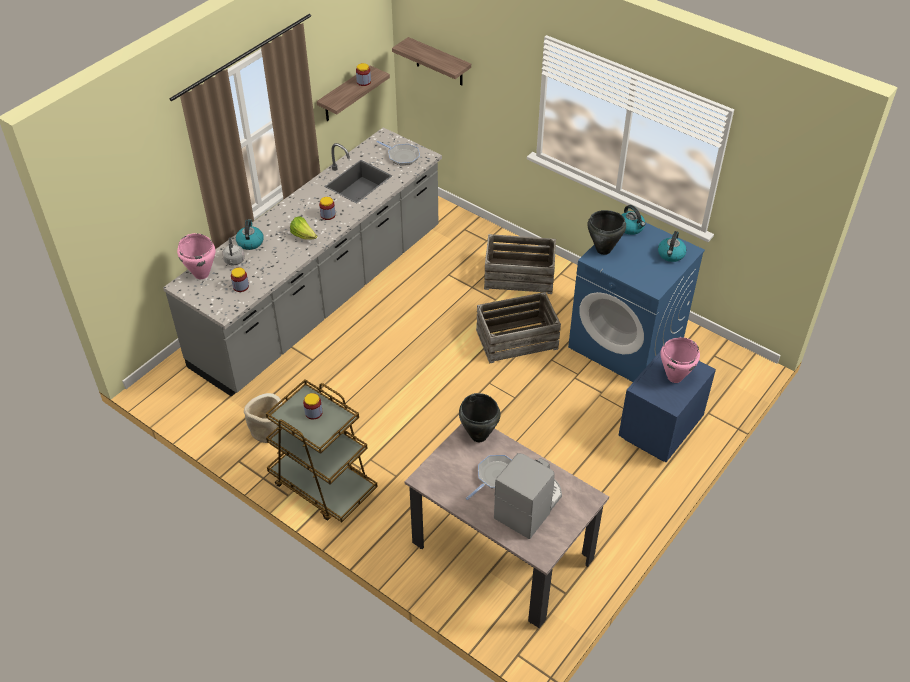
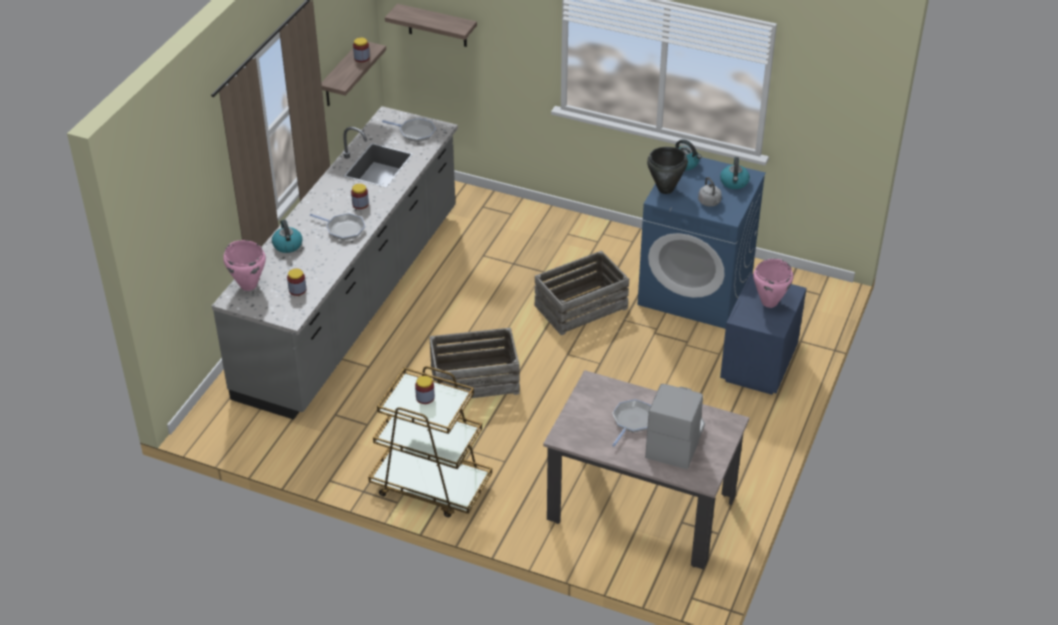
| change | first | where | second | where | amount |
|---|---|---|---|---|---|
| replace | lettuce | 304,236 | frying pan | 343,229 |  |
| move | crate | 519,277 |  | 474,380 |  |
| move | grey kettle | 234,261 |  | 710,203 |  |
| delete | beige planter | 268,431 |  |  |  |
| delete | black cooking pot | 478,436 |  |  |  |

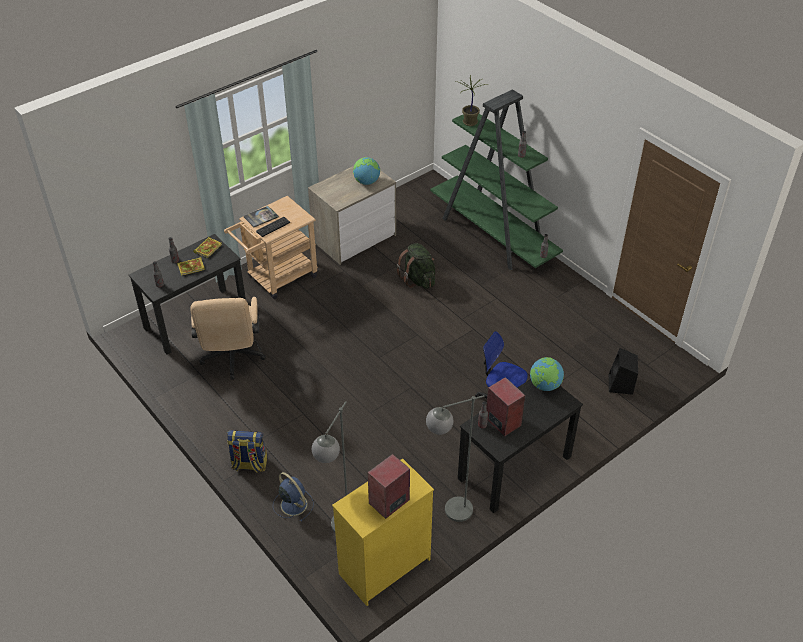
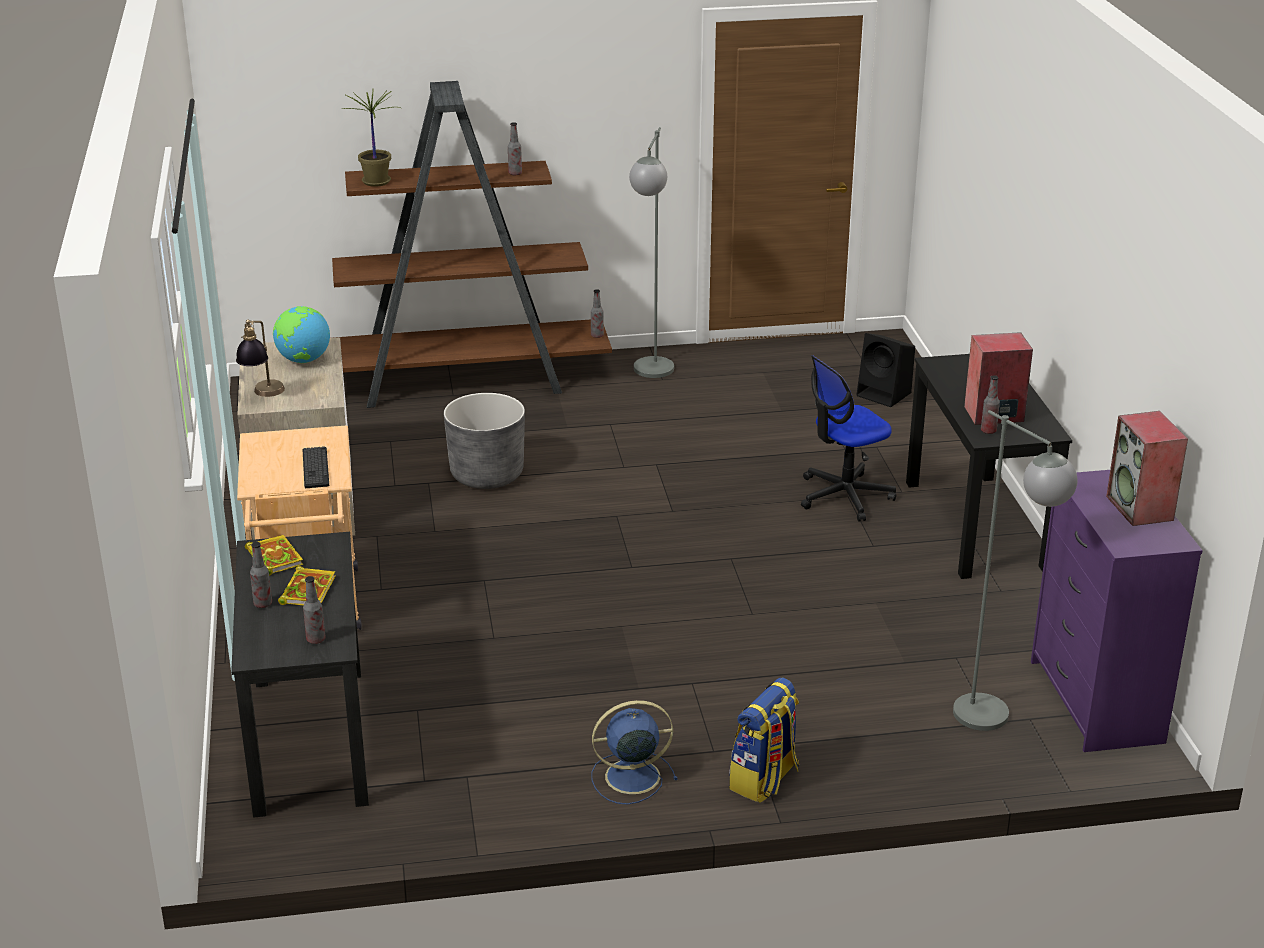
| change | first | where | second | where | amount |
|---|---|---|---|---|---|
| insert |  |  | table lamp | 263,395 |  |
| recolor | green bookcase | 493,235 | brown bookcase | 465,381 |  |
| replace | green backpack | 418,279 | grey planter | 487,474 |  |
| move | blue fan | 293,504 |  | 630,777 |  |
| move | grey floor lamp | 449,513 |  | 651,375 |  |
| recolor | yellow dresser | 384,566 | purple dresser | 1095,701 |  |
| delete | beige office chair | 232,359 |  |  |  |
| delete | book | 261,217 |  |  |  |
| delete | globe | 545,385 |  |  |  |

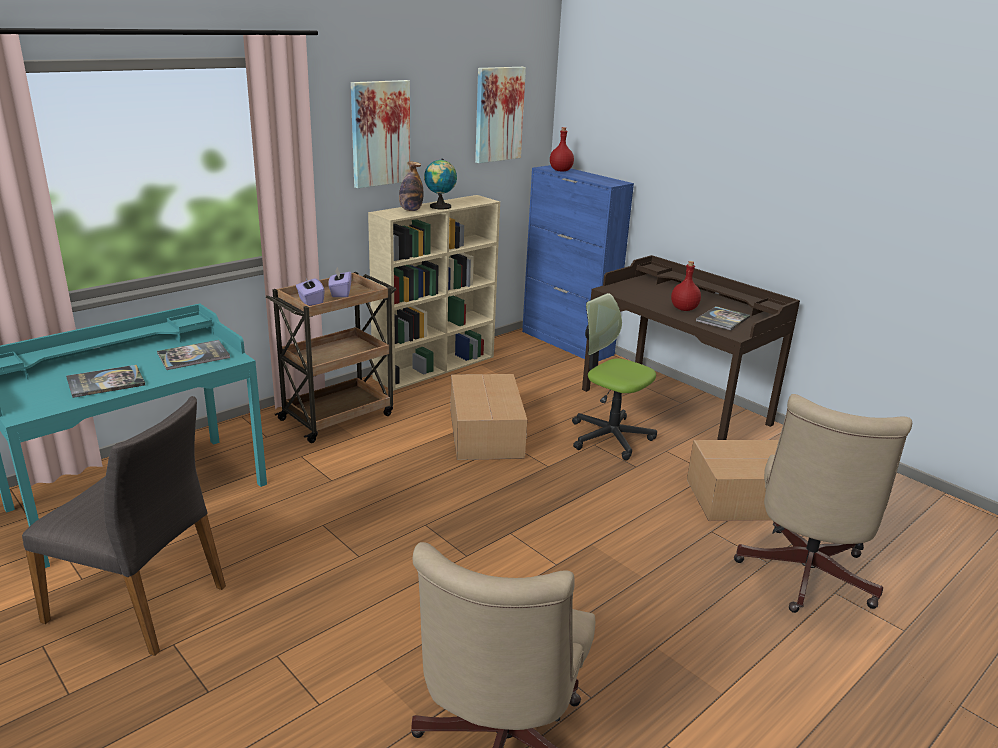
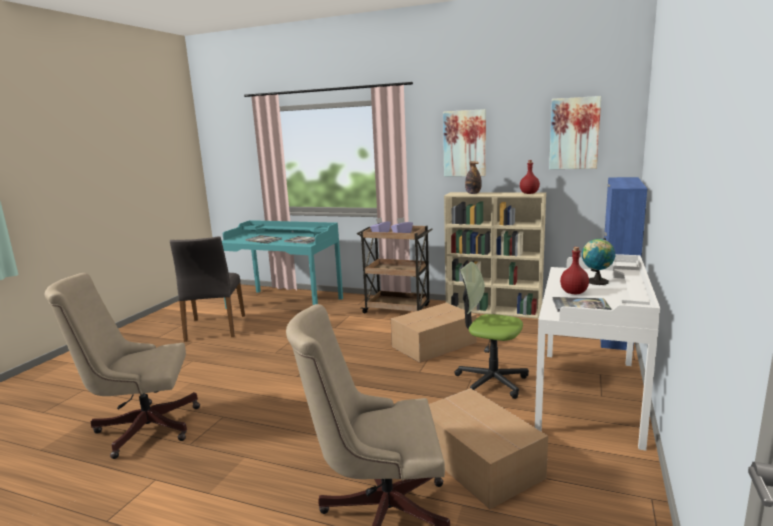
| change | first | where | second | where | amount |
|---|---|---|---|---|---|
| rotate | office chair | 610,437 |  | 491,381 | 75 degrees counterclockwise |
| move | red bottle | 560,170 |  | 529,193 |  |
| recolor | brown desk | 675,406 | white desk | 589,394 |  |
| move | globe | 440,207 |  | 596,282 |  |

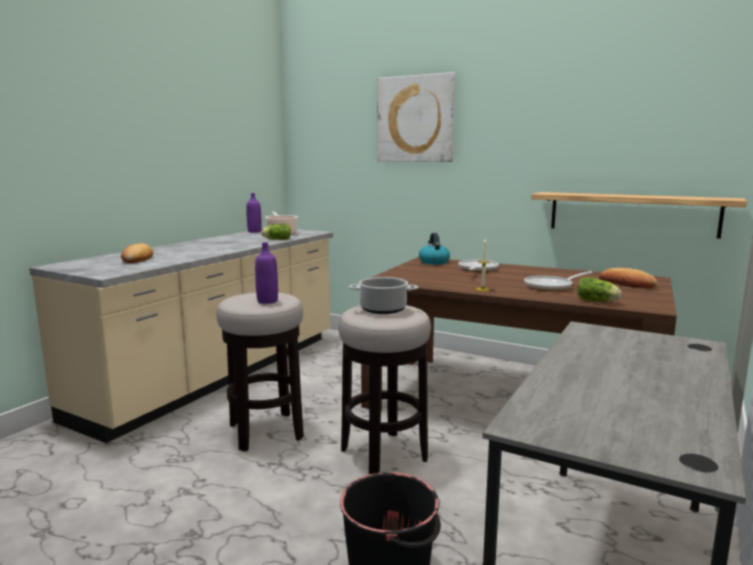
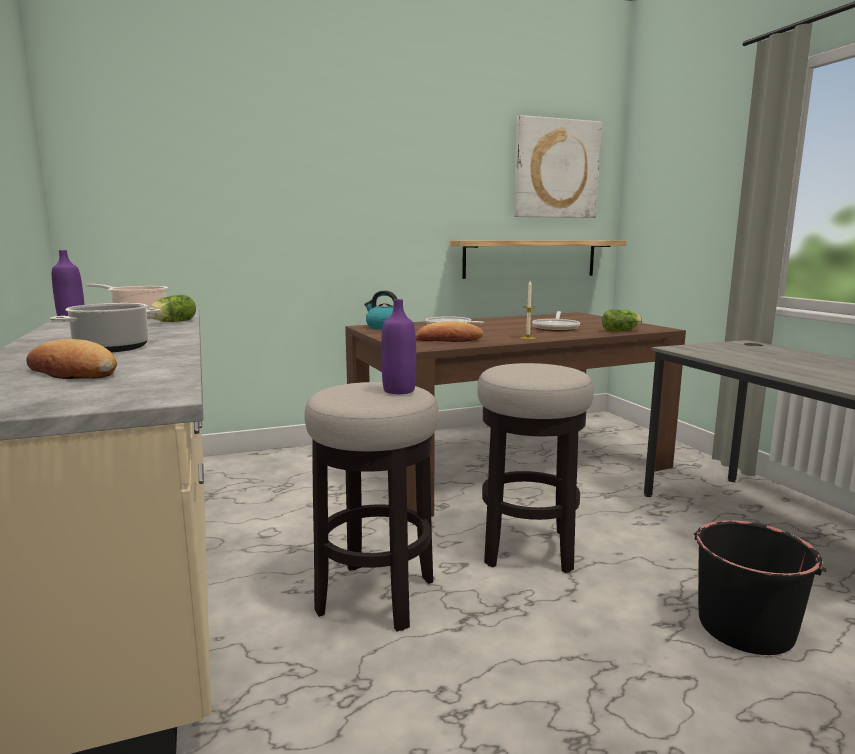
| change | first | where | second | where | amount |
|---|---|---|---|---|---|
| move | cooking pot | 382,309 |  | 111,348 |  |
| move | bread | 626,283 |  | 448,339 |  |
| move | picture | 416,119 |  | 556,169 |  |

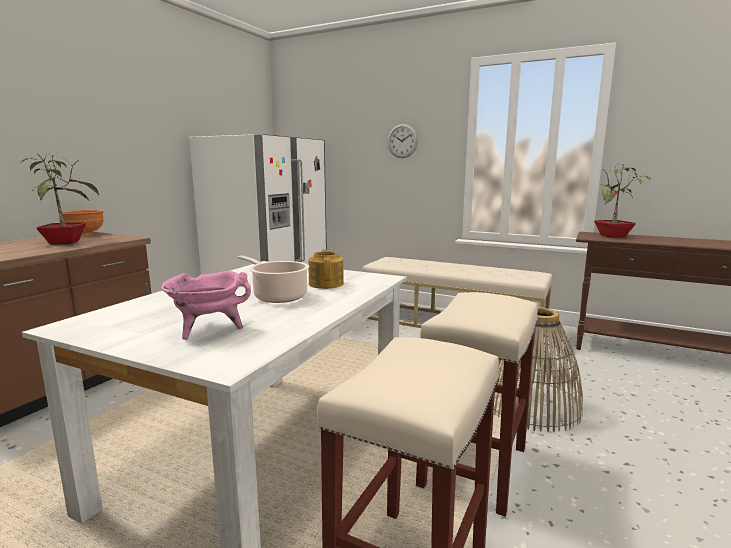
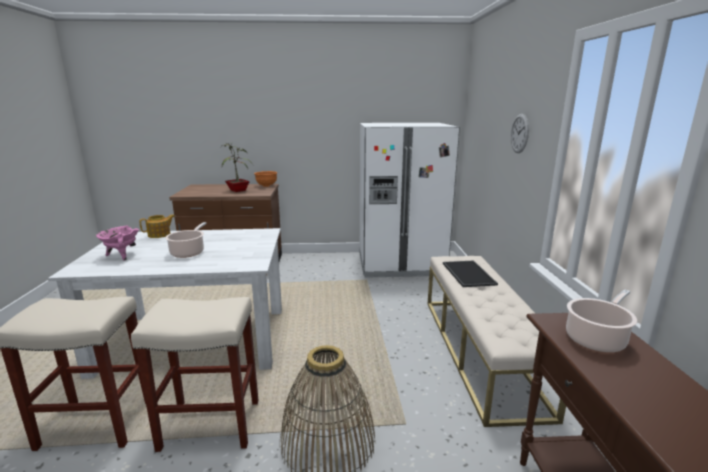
| change | first | where | second | where | amount |
|---|---|---|---|---|---|
| move | teapot | 326,284 |  | 160,234 |  |
| insert |  |  | tray | 467,273 |  |
| replace | potted plant | 613,236 | cooking pot | 596,338 |  |

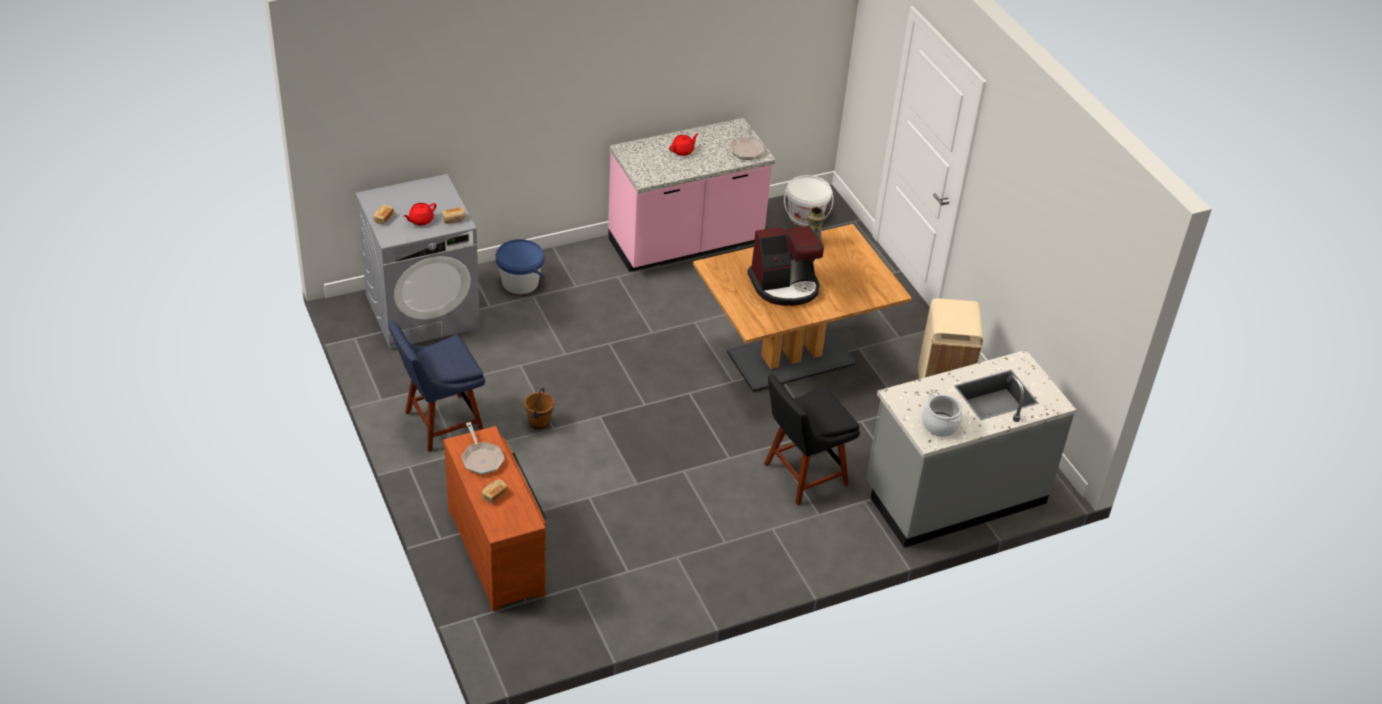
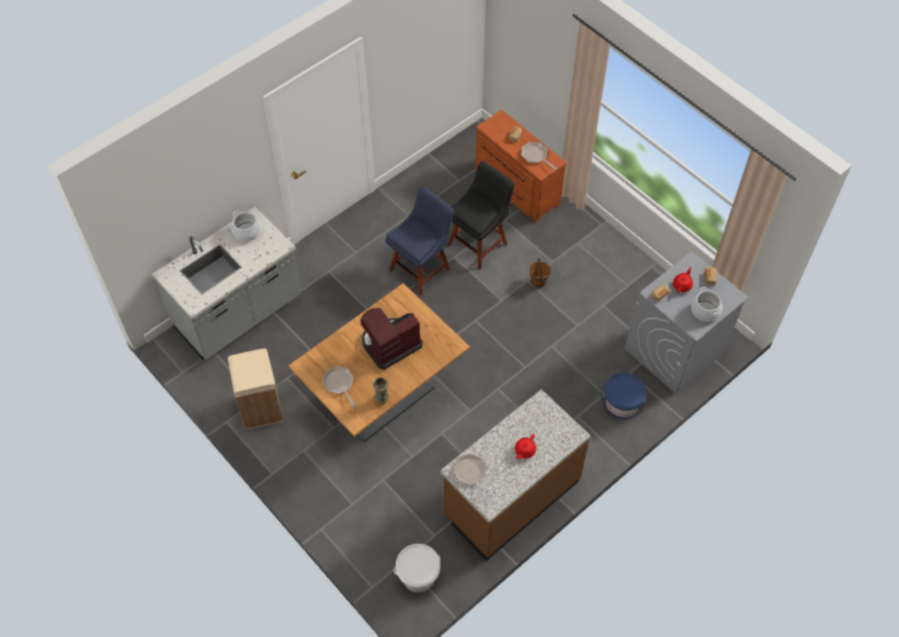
| change | first | where | second | where | amount |
|---|---|---|---|---|---|
| insert |  |  | frying pan | 339,384 |  |
| move | blue chair | 440,424 |  | 421,268 |  |
| recolor | pink counter | 686,244 | brown counter | 511,498 |  |
| move | black chair | 802,475 |  | 479,242 |  |
| insert |  |  | cooking pot | 705,311 |  |

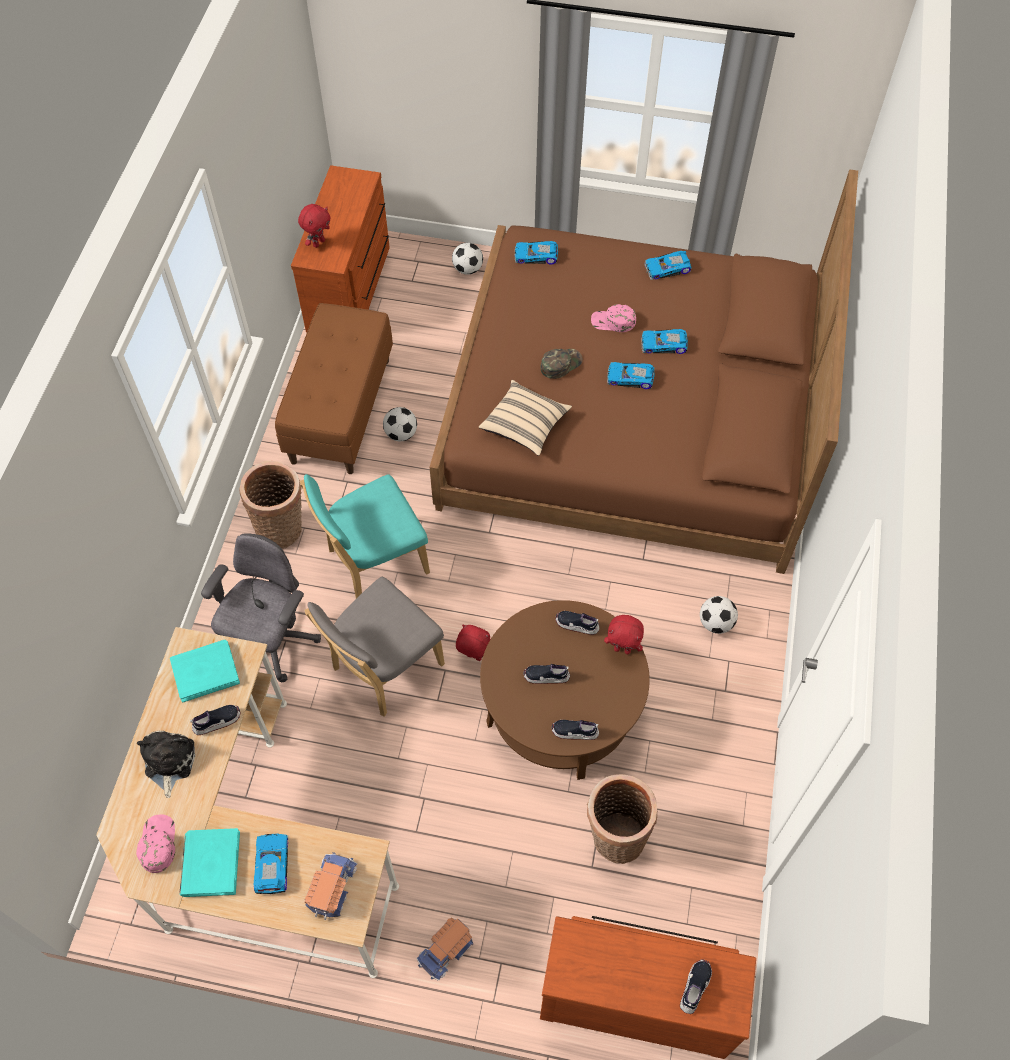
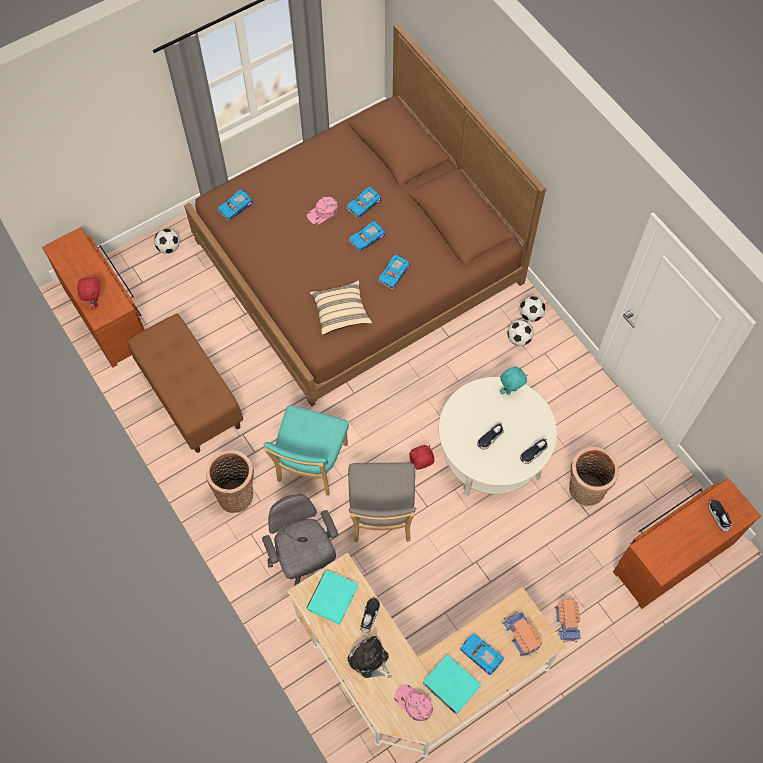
| change | first | where | second | where | amount |
|---|---|---|---|---|---|
| move | toy car | 667,269 |  | 394,274 |  |
| recolor | brown coffee table | 561,708 | white coffee table | 492,452 |  |
| recolor | red plush toy | 622,649 | turquoise plush toy | 510,390 |  |
| move | football | 401,434 |  | 530,315 |  |
| delete | green cap | 560,364 |  |  |  |
| delete | shoe | 577,625 |  |  |  |

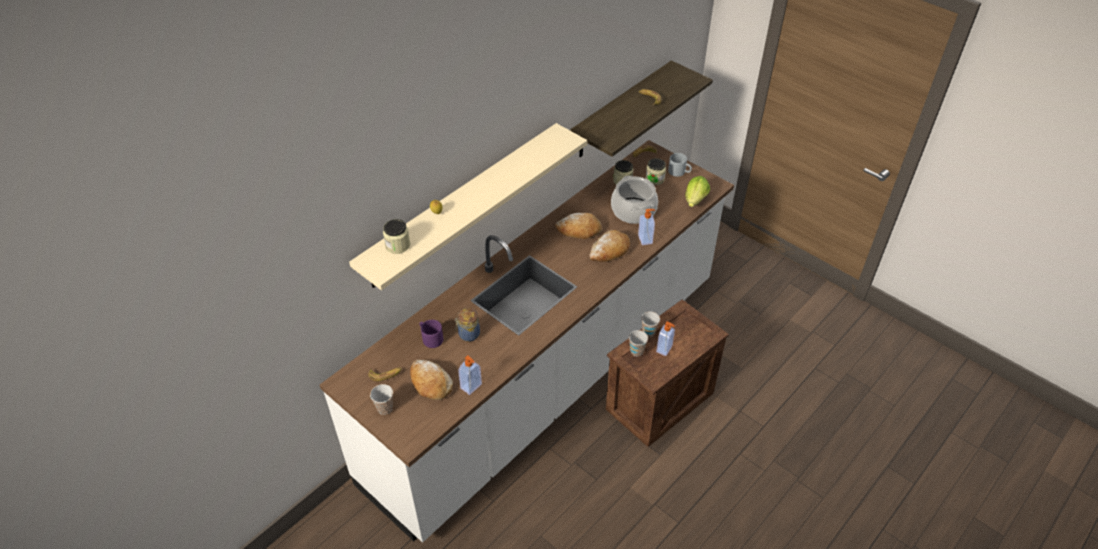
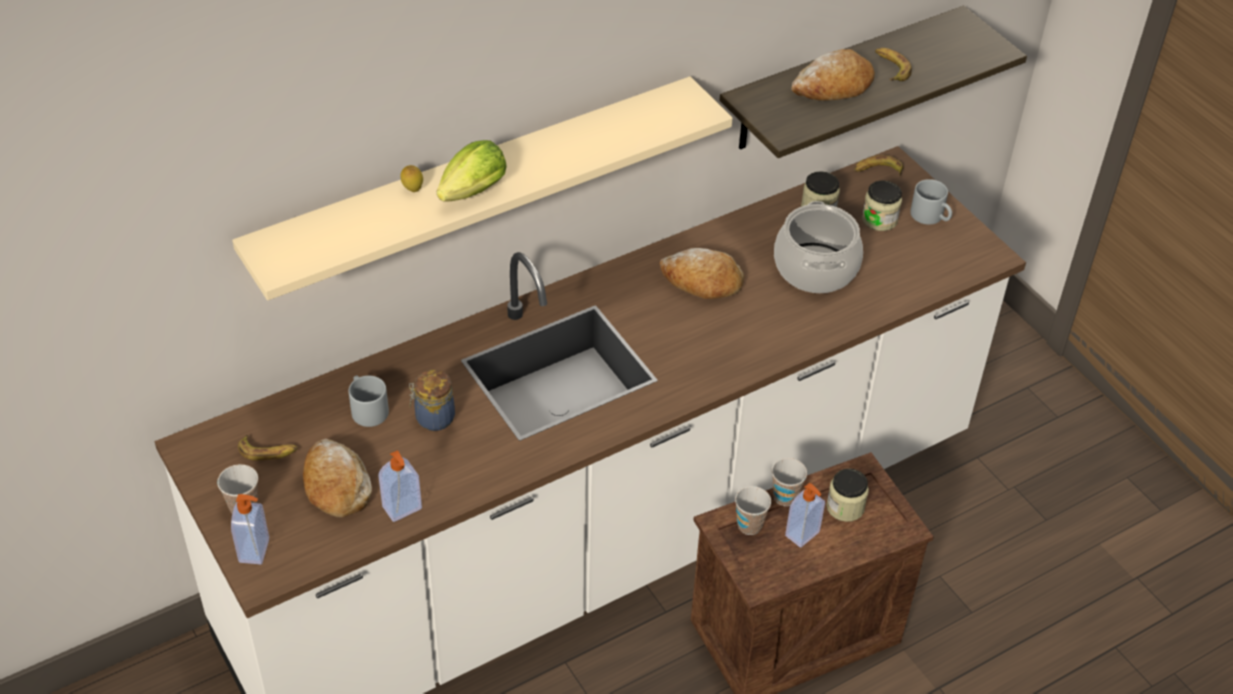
| change | first | where | second | where | amount |
|---|---|---|---|---|---|
| move | soap dispenser | 645,239 |  | 255,550 |  |
| recolor | purple mug | 430,338 | grey mug | 366,408 |  |
| move | lettuce | 694,201 |  | 470,194 |  |
| move | bread | 609,251 |  | 833,87 |  |
| move | jar | 398,245 |  | 845,507 |  |

